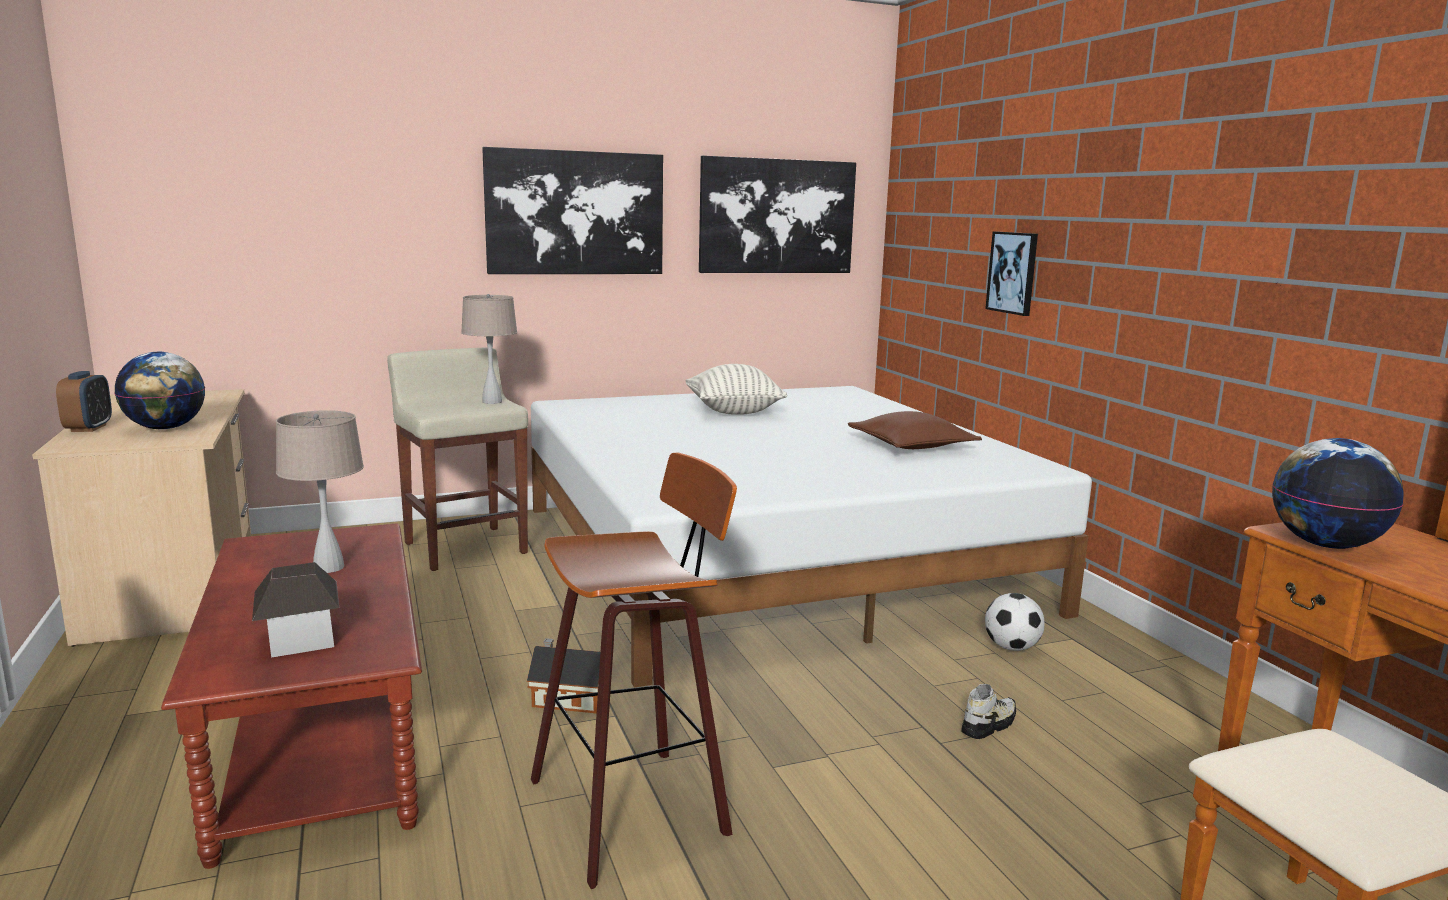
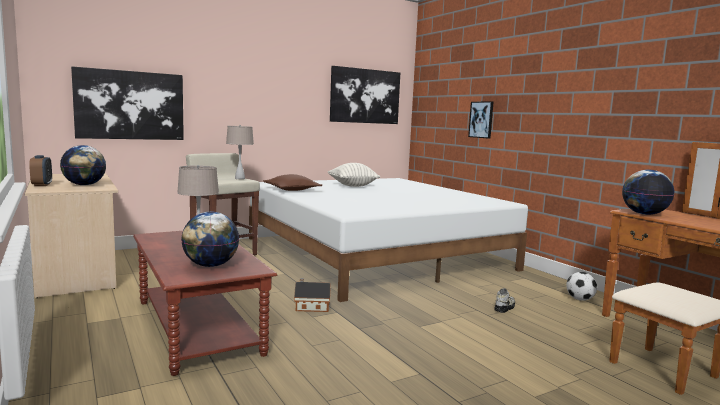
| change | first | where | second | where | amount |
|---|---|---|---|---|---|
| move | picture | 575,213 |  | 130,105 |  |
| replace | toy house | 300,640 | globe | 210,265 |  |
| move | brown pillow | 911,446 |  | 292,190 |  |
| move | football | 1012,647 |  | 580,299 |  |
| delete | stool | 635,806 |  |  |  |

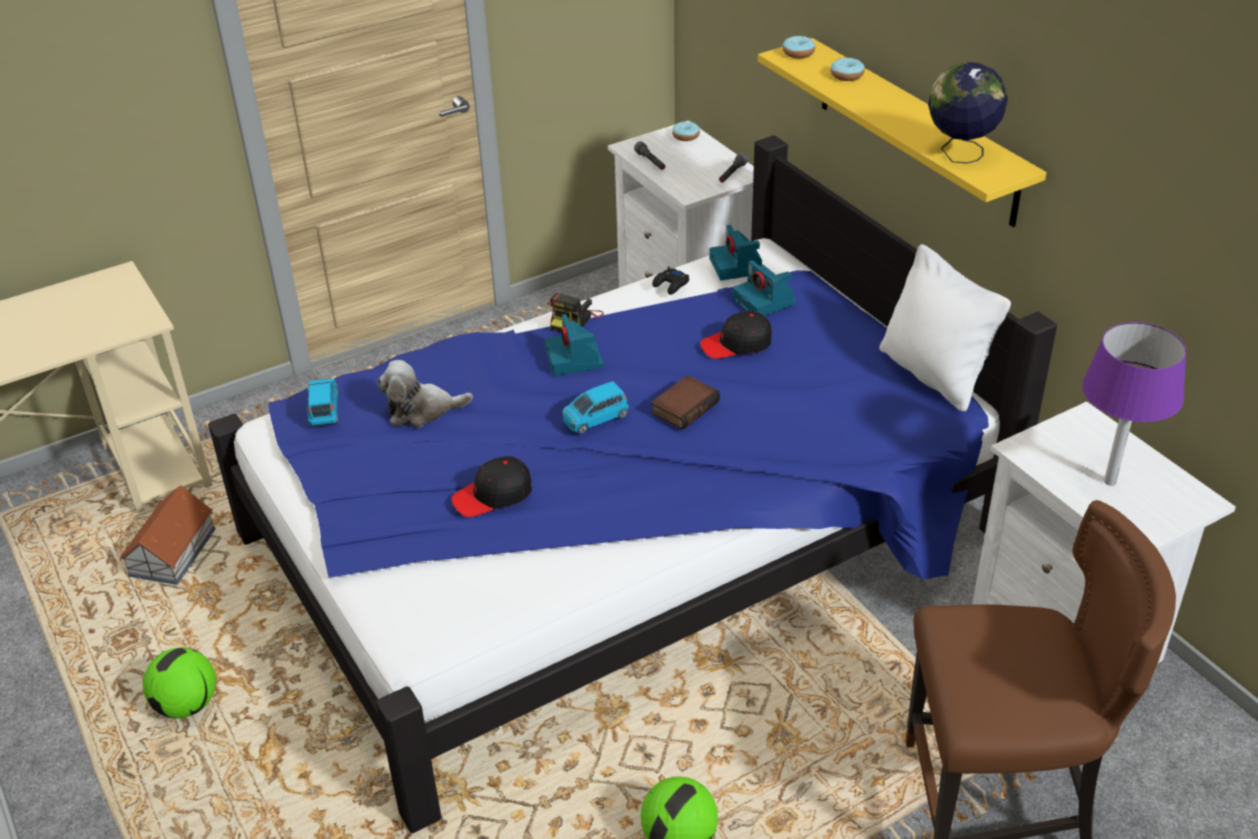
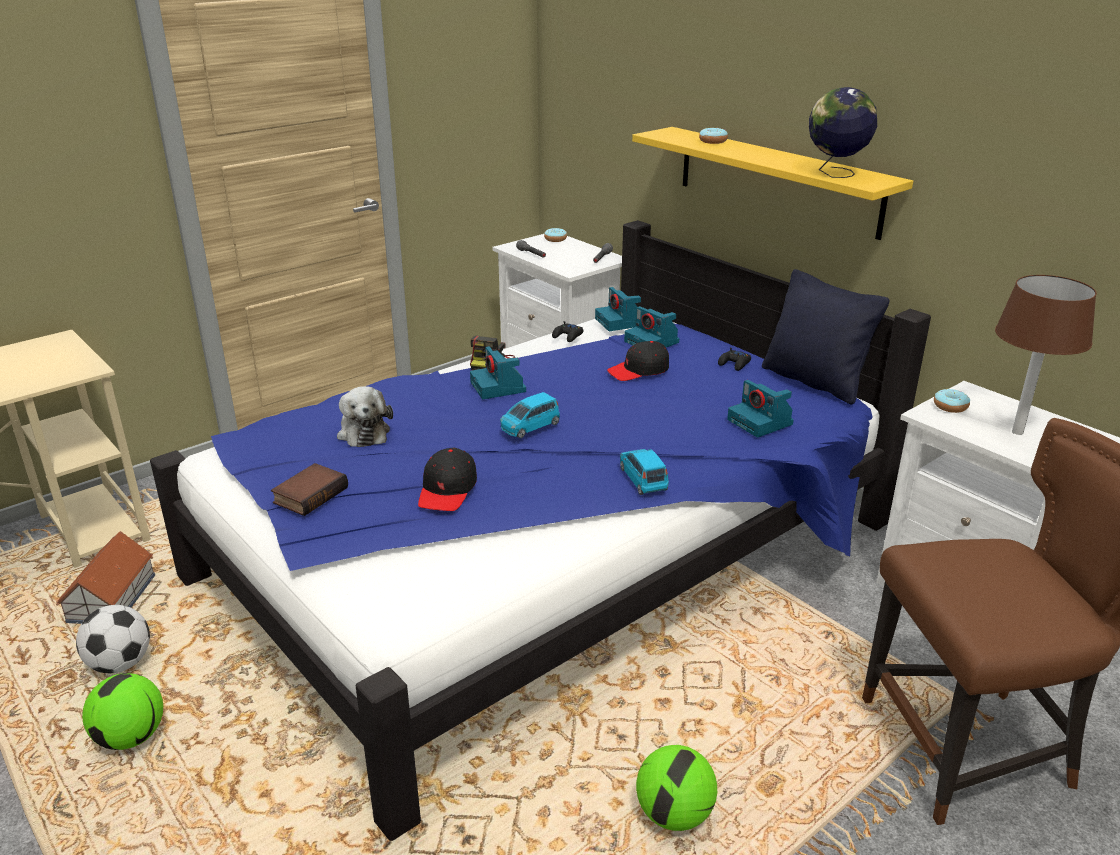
| change | first | where | second | where | amount |
|---|---|---|---|---|---|
| insert |  |  | football | 120,664 |  |
| move | book | 684,406 |  | 310,494 |  |
| rotate | plush toy | 422,411 |  | 363,432 | 90 degrees counterclockwise |
| rotate | black cap | 493,495 |  | 447,490 | 45 degrees counterclockwise |
| move | blue toy car | 324,409 |  | 643,479 |  |
| insert |  |  | black game controller | 734,364 |  |
| insert |  |  | photo camera | 761,422 |  |
| recolor | white pillow | 934,374 | black pillow | 814,381 |  |
| move | donut | 798,53 |  | 950,406 |  |
| recolor | purple table lamp | 1109,481 | brown table lamp | 1017,432 |  |

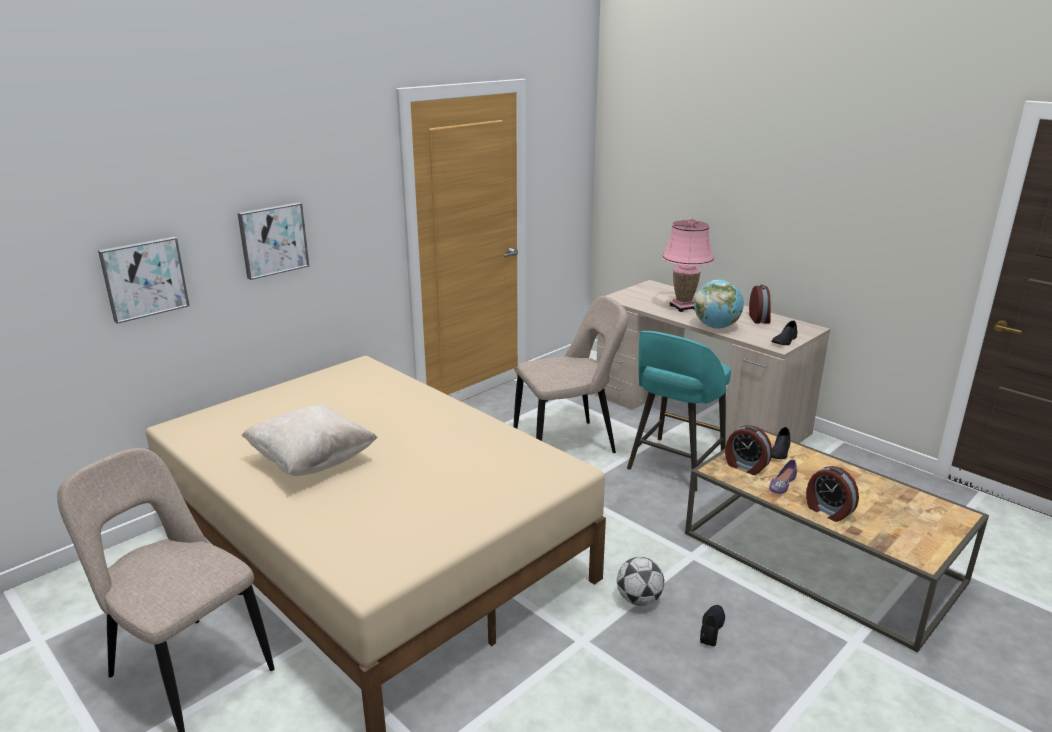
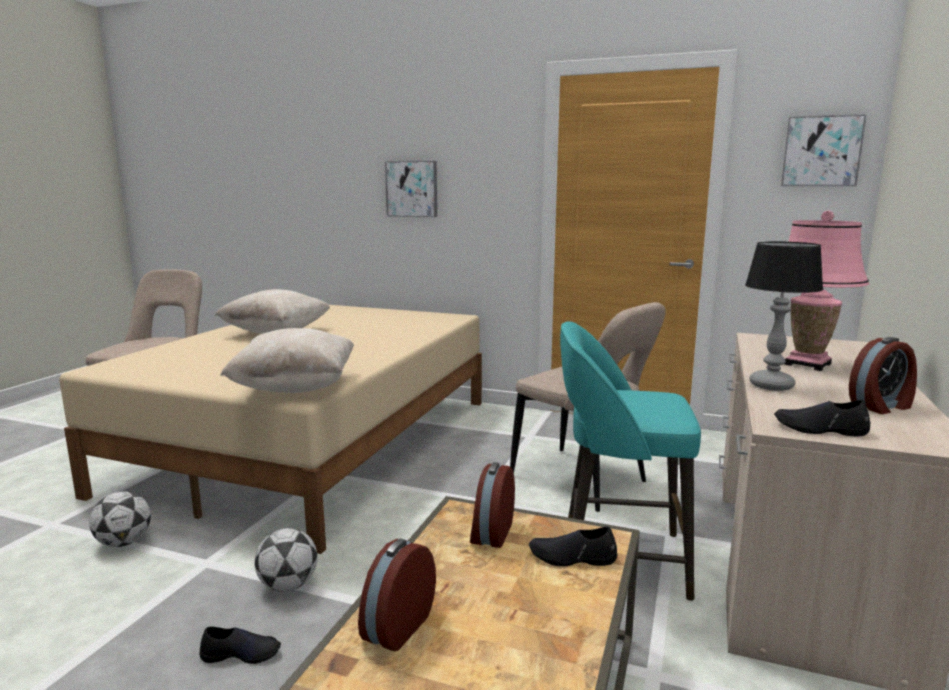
| change | first | where | second | where | amount |
|---|---|---|---|---|---|
| insert |  |  | football | 124,542 |  |
| insert |  |  | beige pillow | 295,388 |  |
| replace | globe | 716,327 | table lamp | 772,385 |  |
| move | picture | 144,278 |  | 821,151 |  |
| delete | purple shoe | 781,484 |  |  |  |

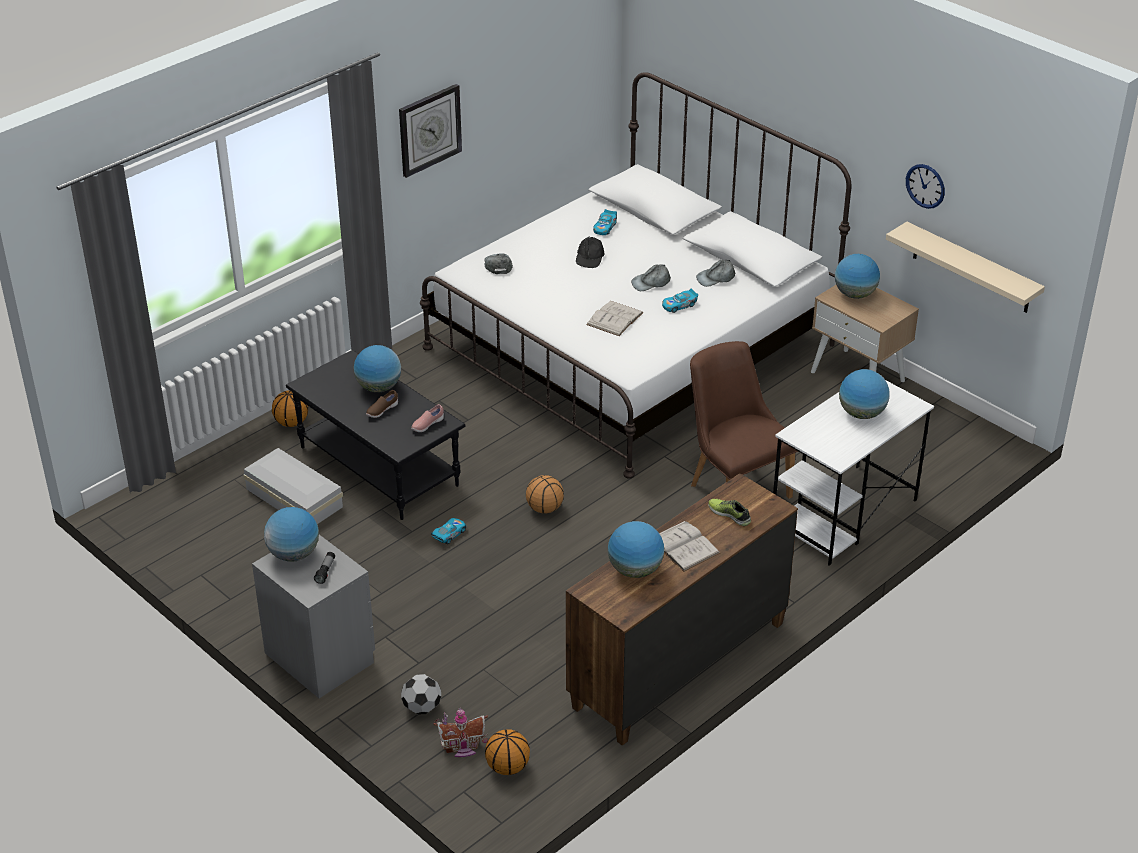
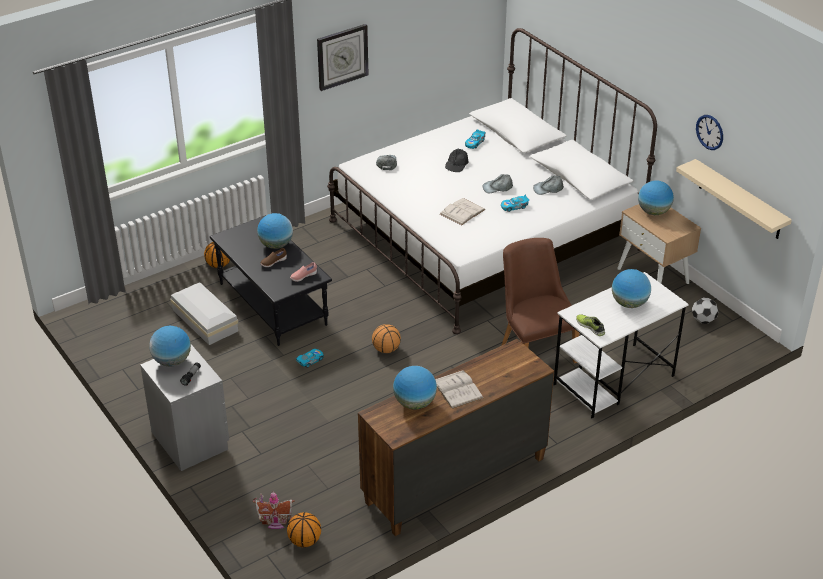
| change | first | where | second | where | amount |
|---|---|---|---|---|---|
| move | shoe | 730,514 |  | 590,327 |  |
| move | football | 422,707 |  | 703,320 |  |

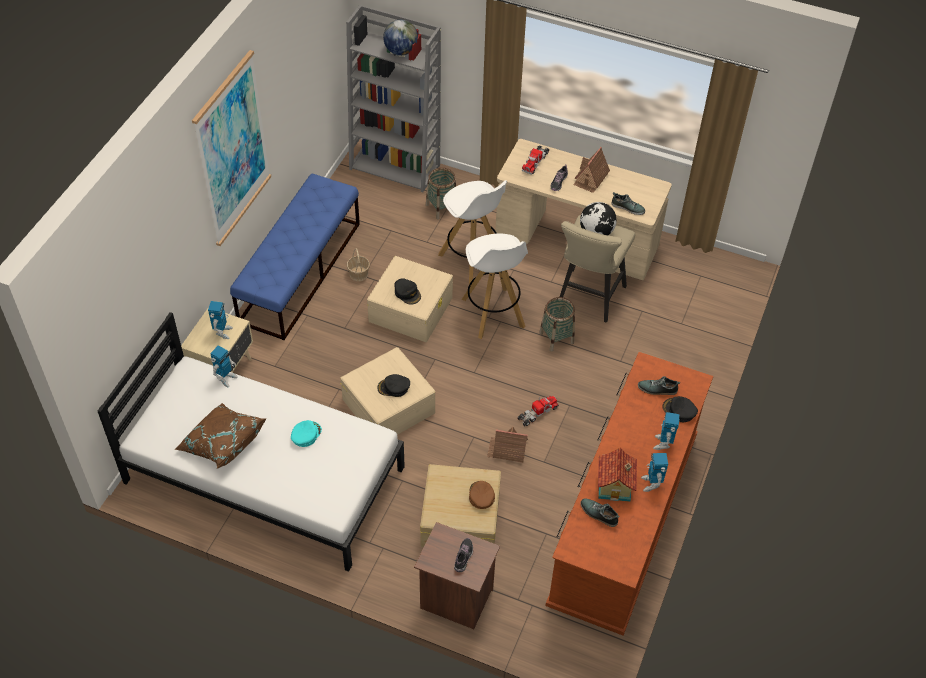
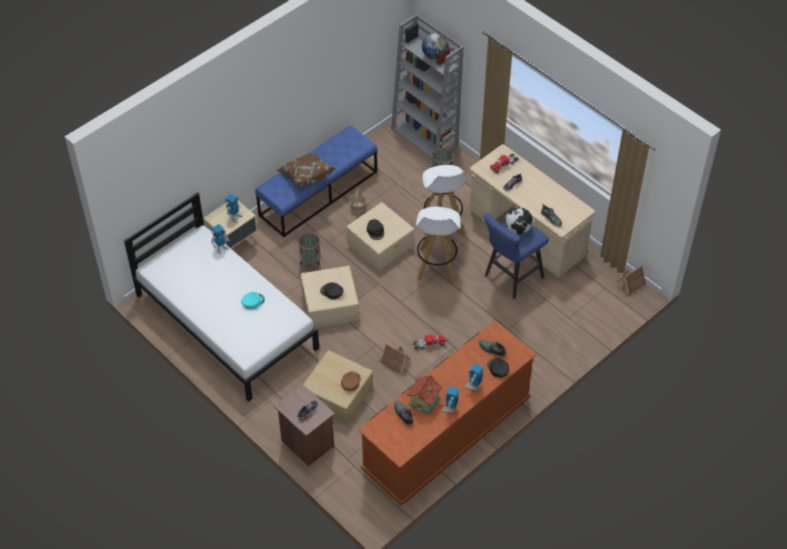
| change | first | where | second | where | amount |
|---|---|---|---|---|---|
| move | brown pillow | 222,443 |  | 306,176 |  |
| move | basket | 556,338 |  | 310,262 |  |
| recolor | beige stool | 588,299 | blue stool | 510,278 |  |
| move | toy house | 590,178 |  | 629,285 |  |
| delete | picture | 232,150 |  |  |  |

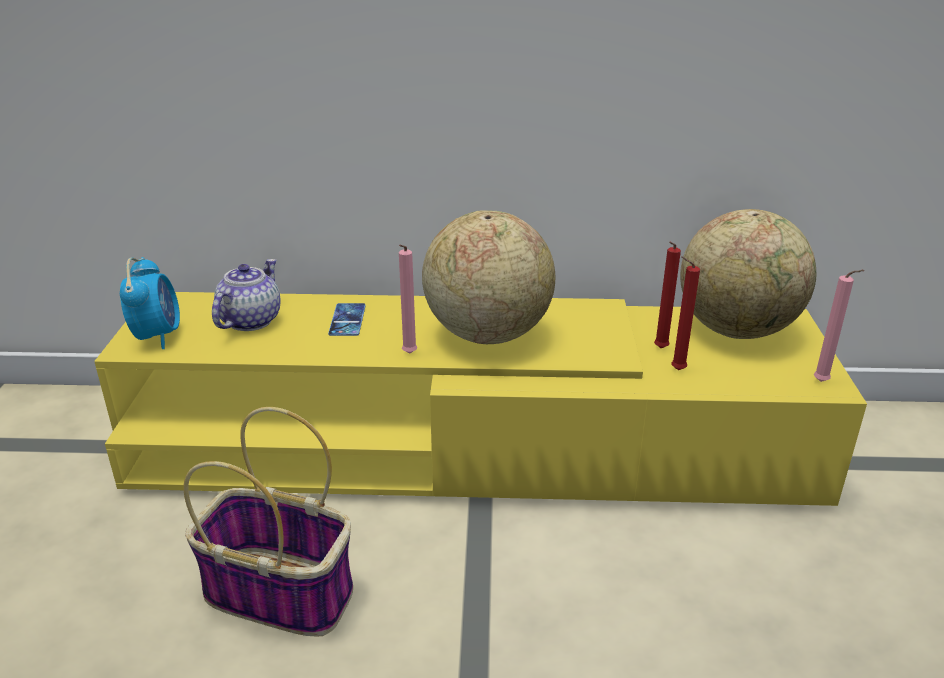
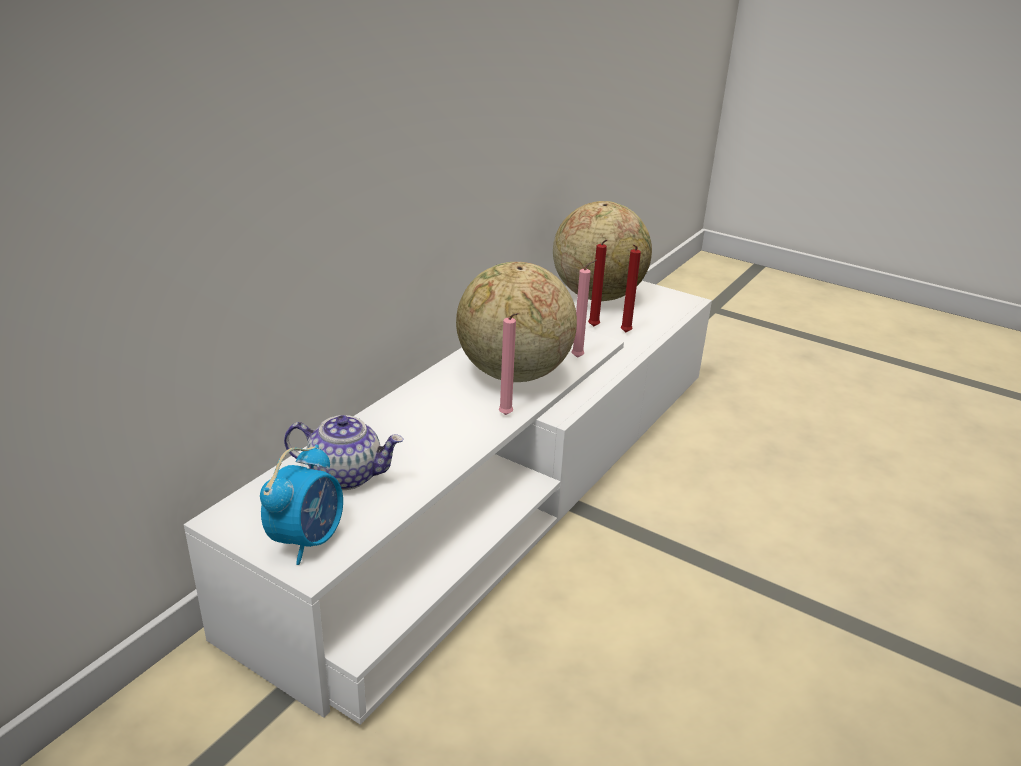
| change | first | where | second | where | amount |
|---|---|---|---|---|---|
| recolor | yellow tv stand | 472,447 | white tv stand | 505,483 |  |
| rotate | alarm clock | 158,336 |  | 308,540 | 90 degrees clockwise |
| rotate | teapot | 250,320 |  | 346,475 | 135 degrees clockwise |
| move | pink candle | 823,382 |  | 579,357 |  |
| delete | basket | 282,592 |  |  |  |
| delete | phone | 347,320 |  |  |  |

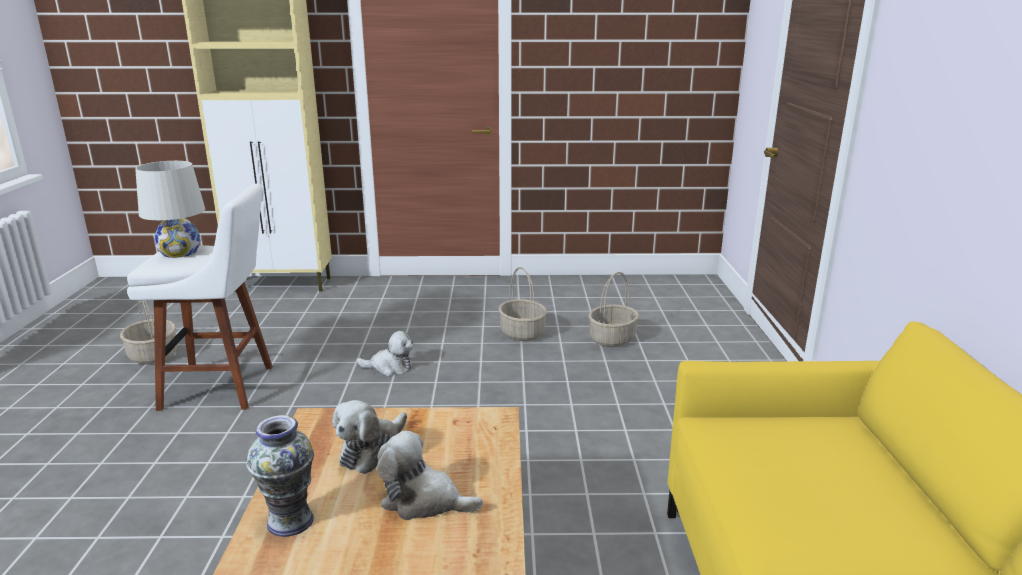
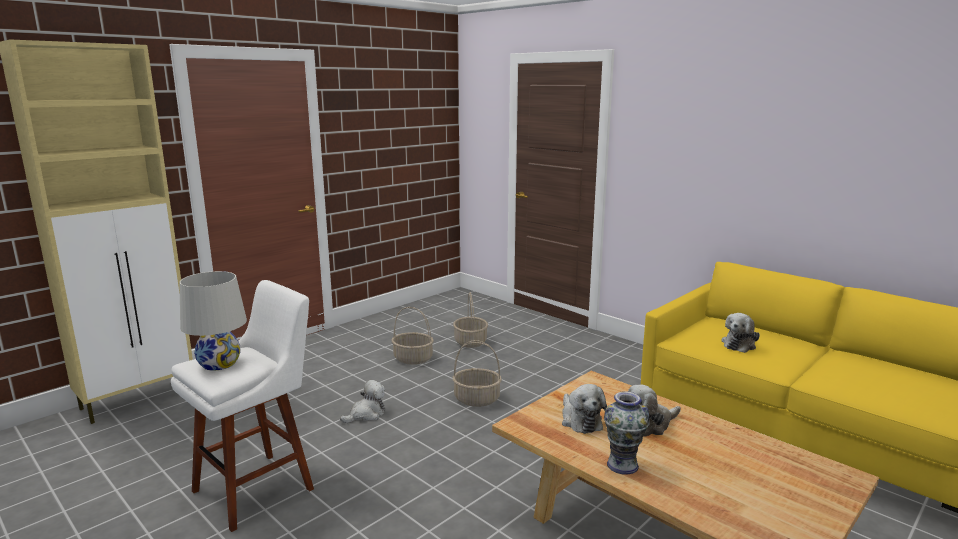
| change | first | where | second | where | amount |
|---|---|---|---|---|---|
| move | basket | 154,355 |  | 477,399 |  |
| insert |  |  | plush toy | 739,344 |  |

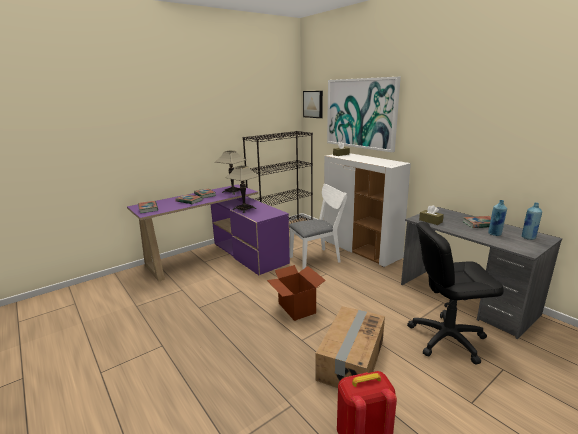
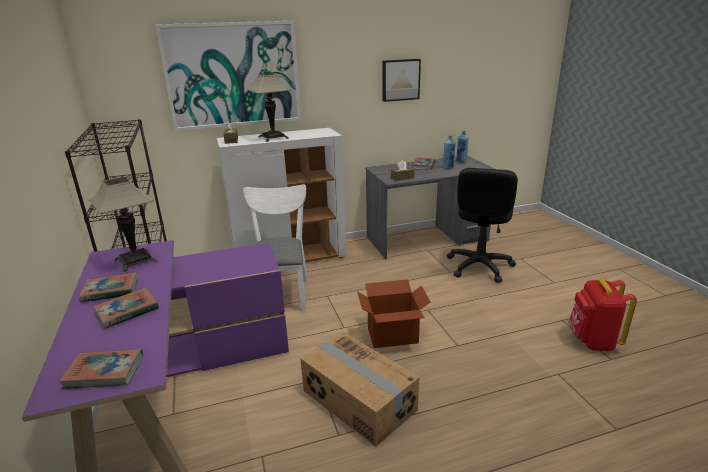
| change | first | where | second | where | amount |
|---|---|---|---|---|---|
| move | table lamp | 244,209 |  | 273,137 |  |
| move | cardboard box | 350,360 |  | 358,400 |  |
| move | picture | 313,104 |  | 400,80 |  |

